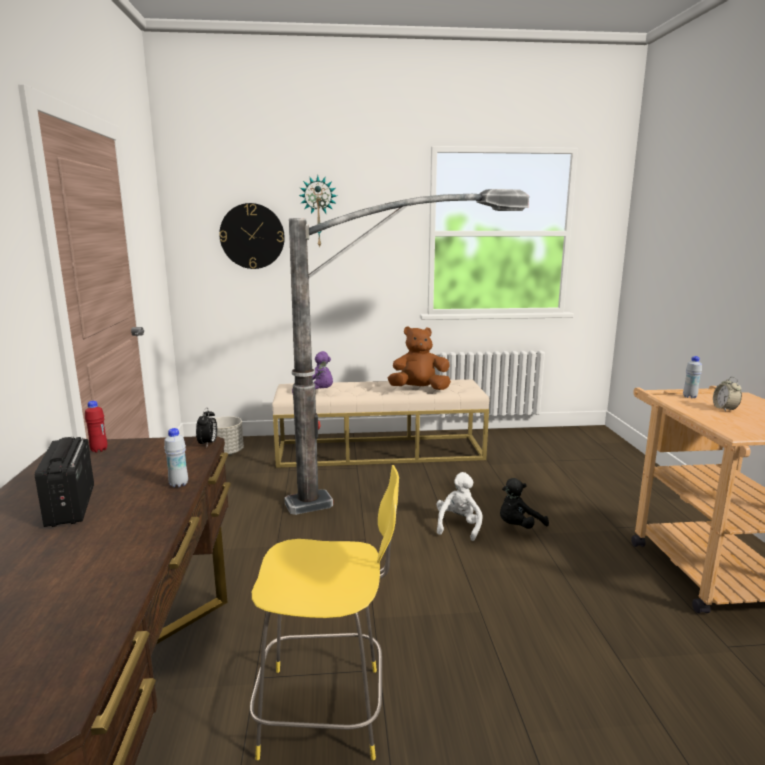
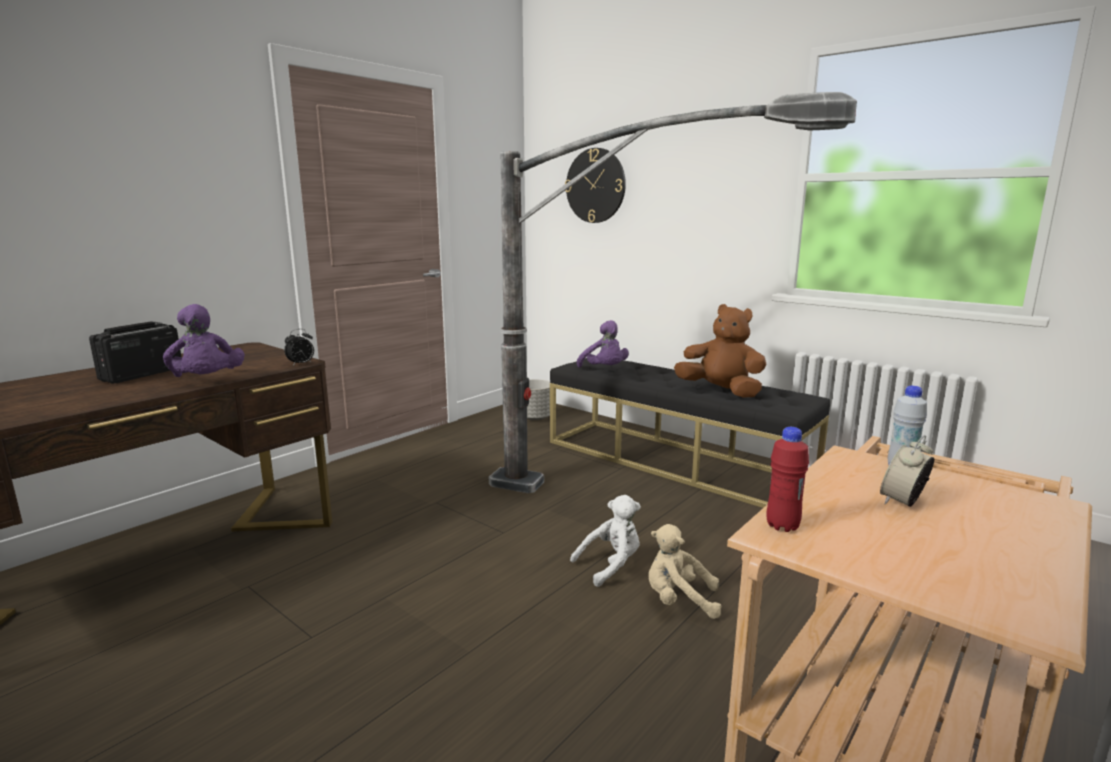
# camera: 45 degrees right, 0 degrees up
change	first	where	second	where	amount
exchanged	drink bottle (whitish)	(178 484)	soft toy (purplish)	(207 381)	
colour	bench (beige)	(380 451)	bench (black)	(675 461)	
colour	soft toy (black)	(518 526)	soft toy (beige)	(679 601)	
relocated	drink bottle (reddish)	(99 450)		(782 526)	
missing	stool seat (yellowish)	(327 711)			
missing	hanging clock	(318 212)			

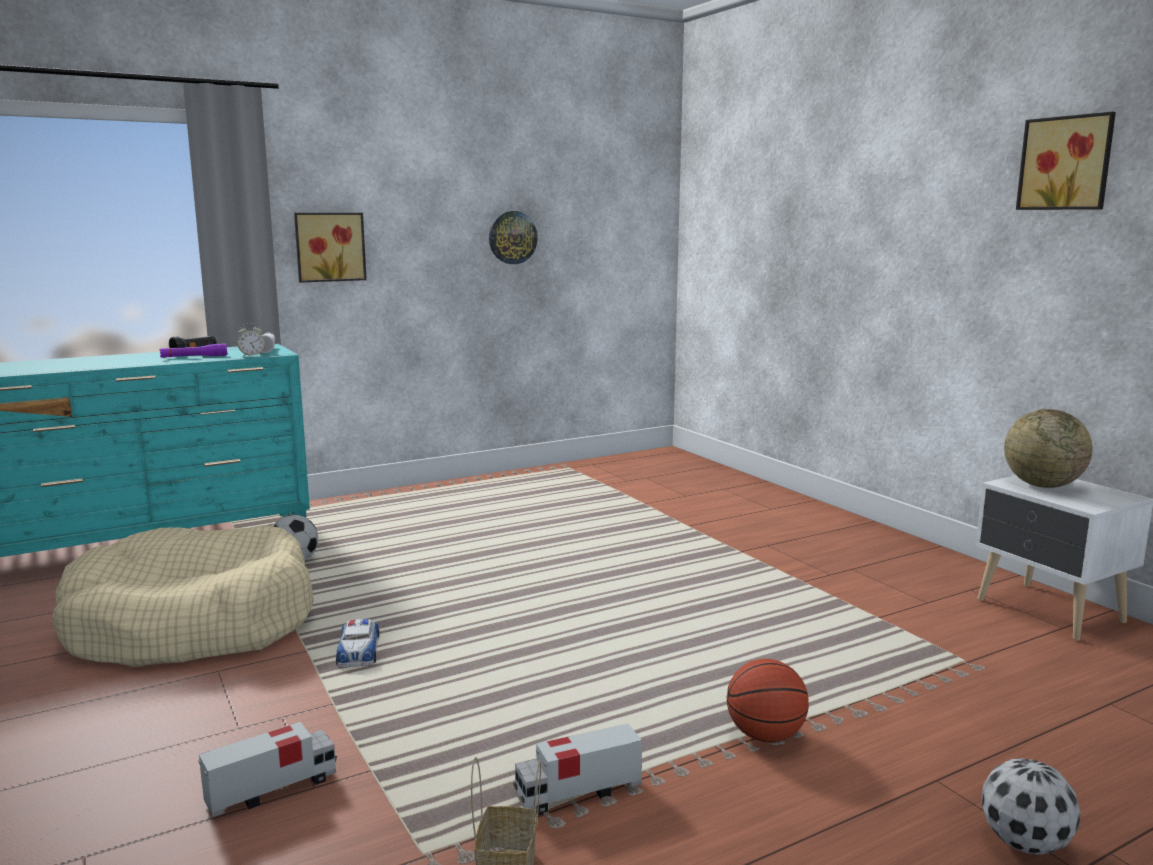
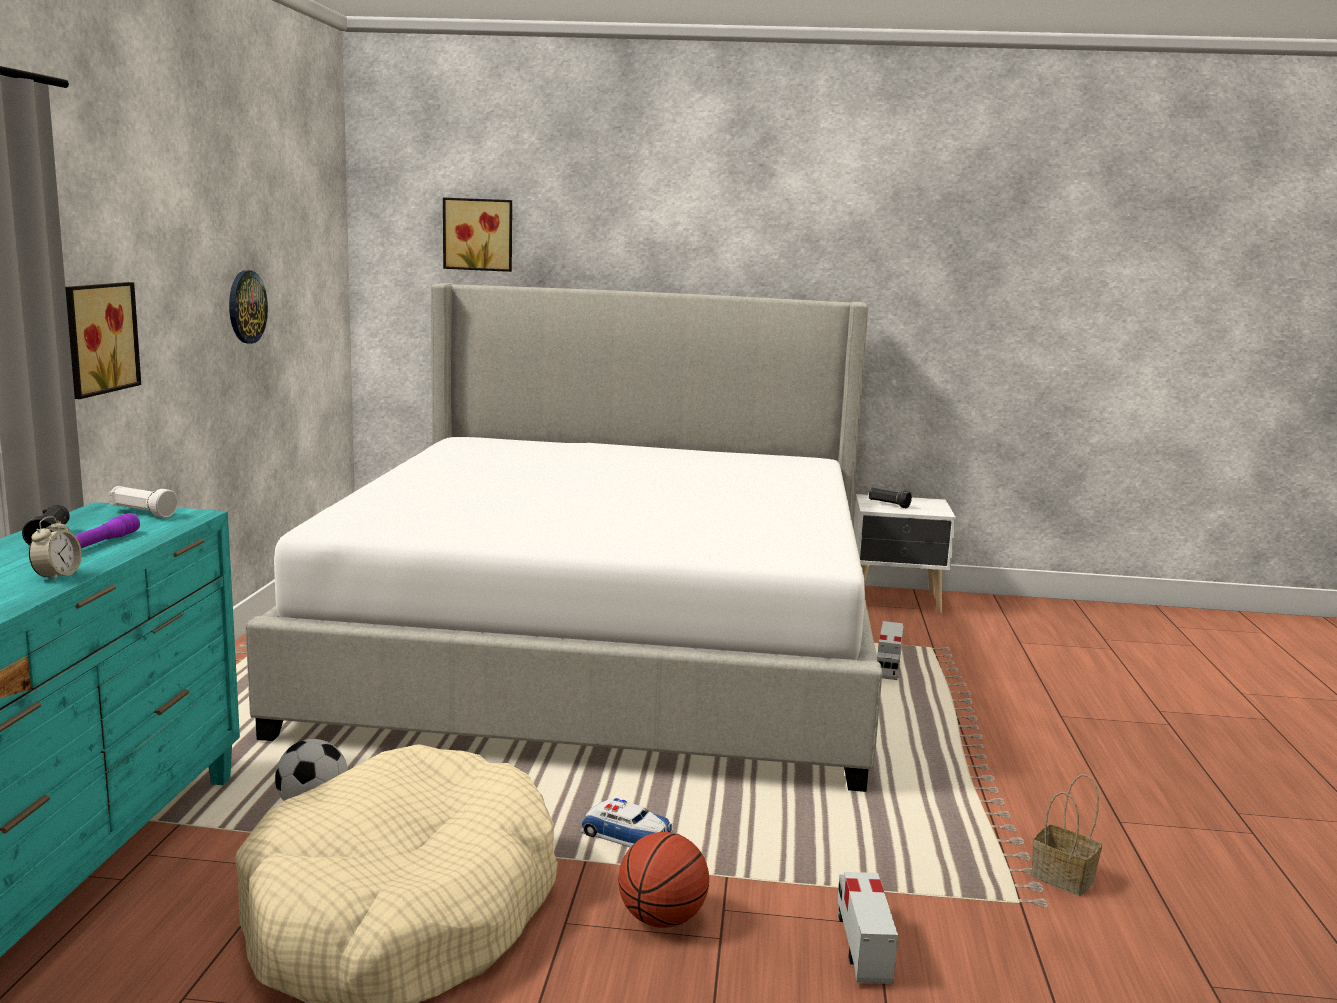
# camera: 55 degrees left, 0 degrees up
change	first	where	second	where	amount
relocated	alarm clock	(252 356)		(57 576)	
appeared			bed	(606 649)	
relocated	wall picture	(1067 163)		(478 234)	
relocated	ball for basketball	(765 735)		(661 919)	
exchanged	globe	(1042 485)	flashlight (black)	(888 505)	
relocated	toy truck	(577 794)		(888 668)	
missing	football	(1026 844)			

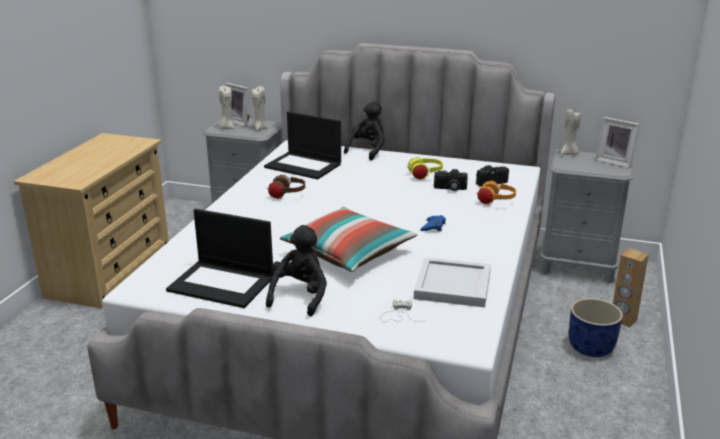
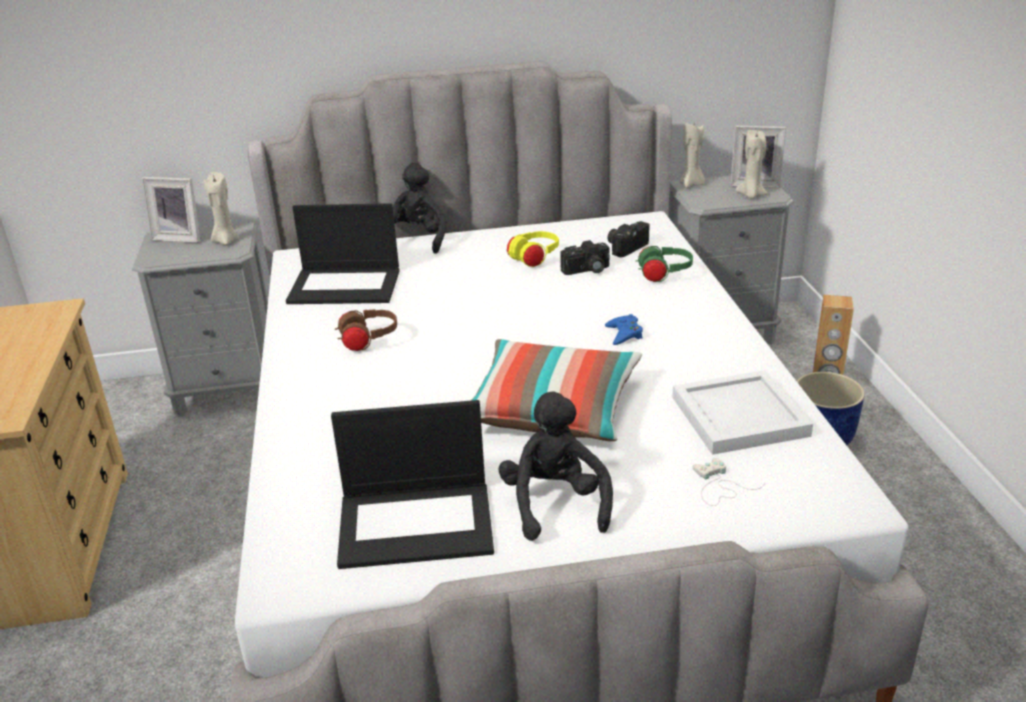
# camera: 25 degrees left, 5 degrees up
change	first	where	second	where	amount
colour	pair of headphones (orangey)	(495 202)	pair of headphones (green)	(664 275)	
relocated	candle (beige)	(227 128)		(751 195)	

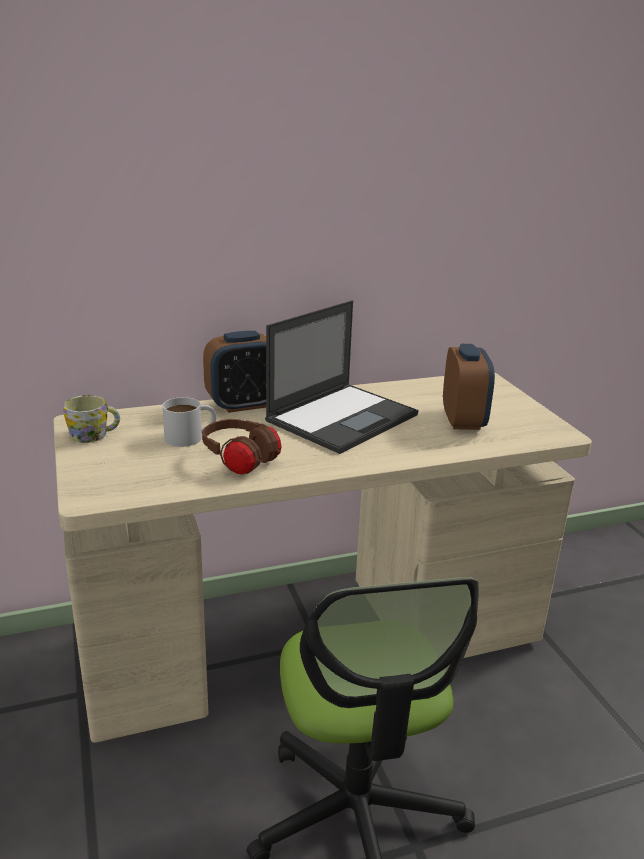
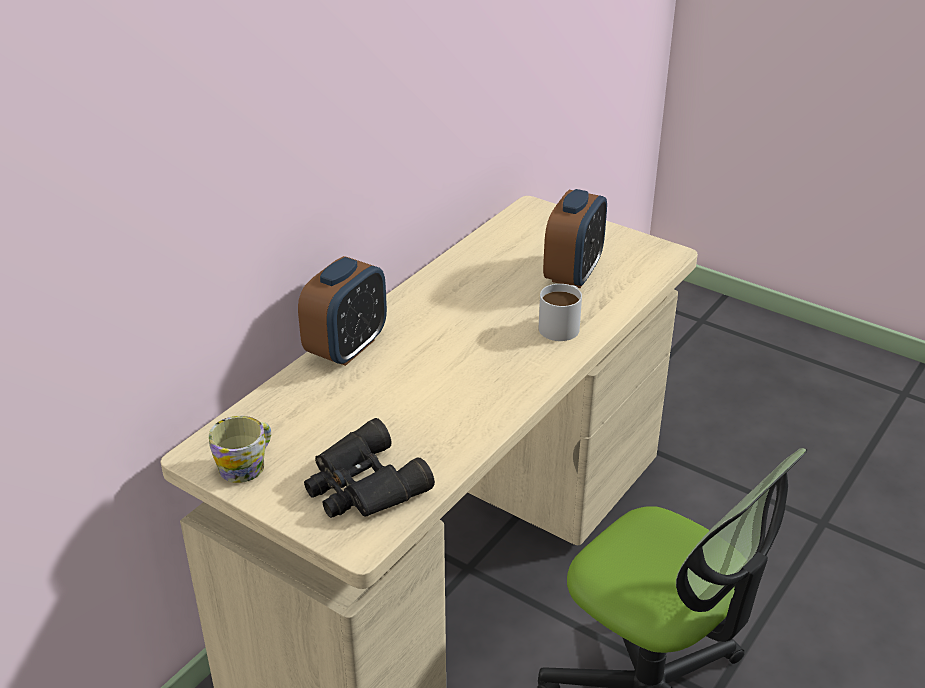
# camera: 35 degrees left, 10 degrees up
change	first	where	second	where	amount
appeared			field glasses (black)	(362 486)	
relocated	coffee mug (whitish)	(191 437)		(562 324)	
spun	alarm clock	(463 420)		(573 273)	60 degrees clockwise
missing	pair of headphones (brown-coloured)	(240 462)			
missing	notebook computer	(343 417)			

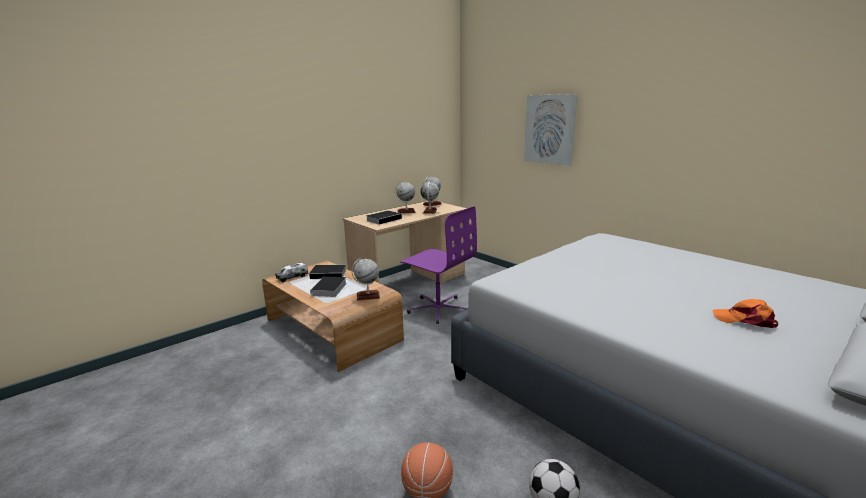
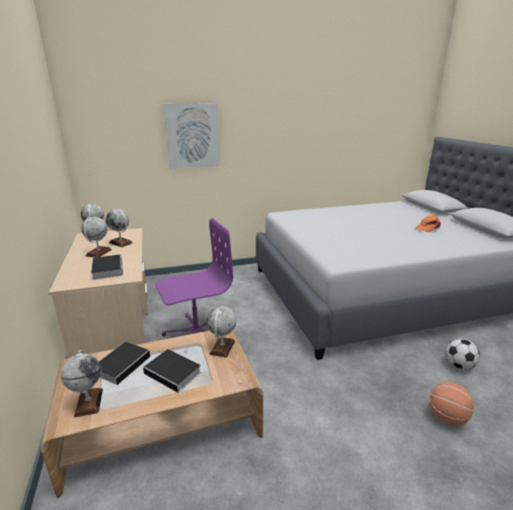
# camera: 65 degrees left, 5 degrees up
change	first	where	second	where	amount
exchanged	toy truck	(292 277)	globe	(88 402)	

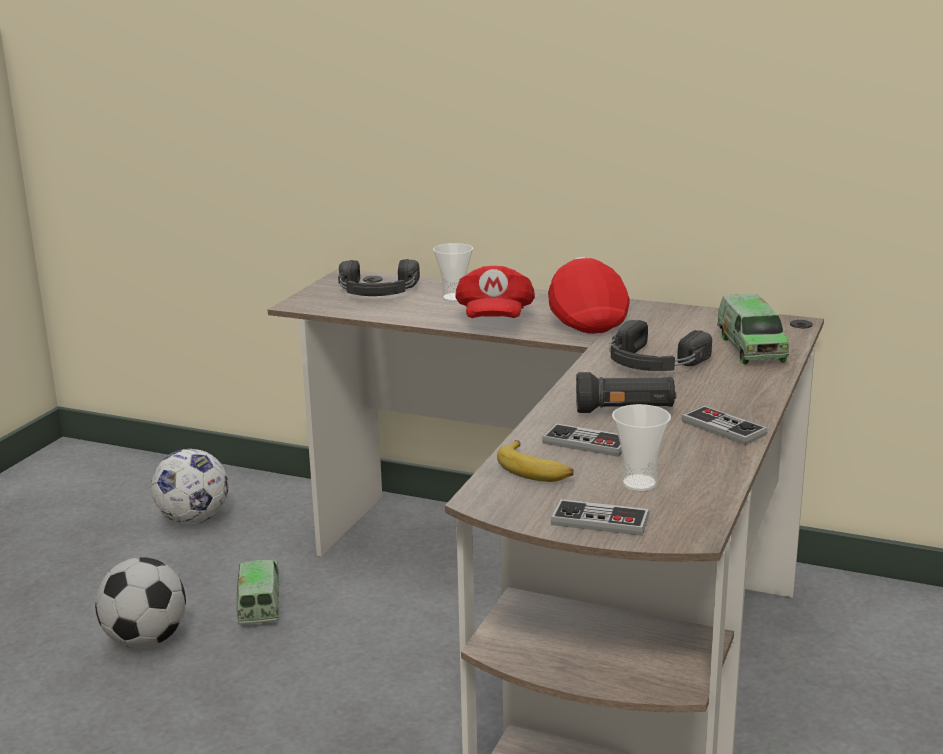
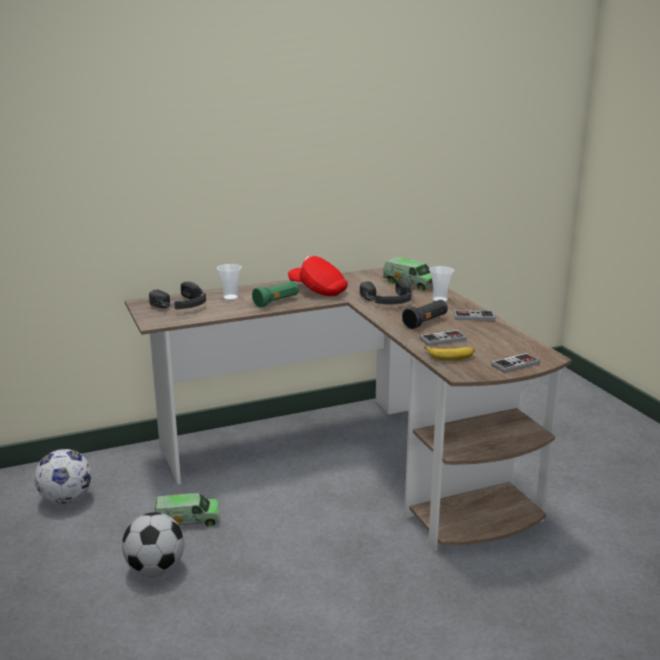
# camera: 45 degrees left, 0 degrees up
change	first	where	second	where	amount
spun	toy truck	(259 602)		(187 520)	135 degrees clockwise
exchanged	cap (reddish)	(494 319)	flashlight (green)	(276 302)	
relocated	drinking cup	(639 483)		(440 299)	

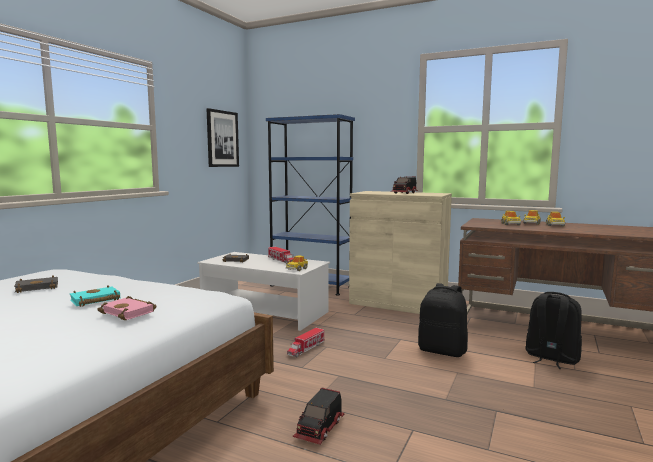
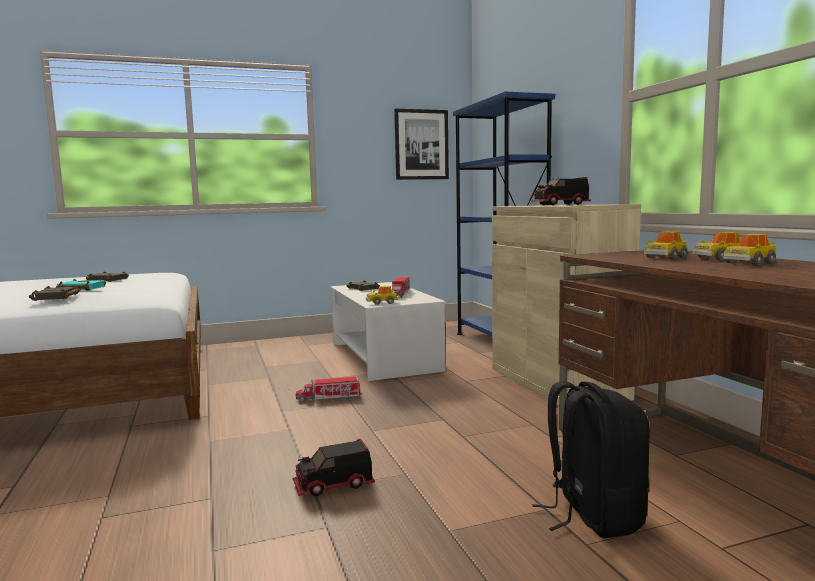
# camera: 45 degrees right, 0 degrees up
change	first	where	second	where	amount
colour	volume (pink)	(130 312)	volume (black)	(57 297)	
relocated	toy truck	(320 429)		(334 486)	
missing	rucksack (black)	(442 351)			

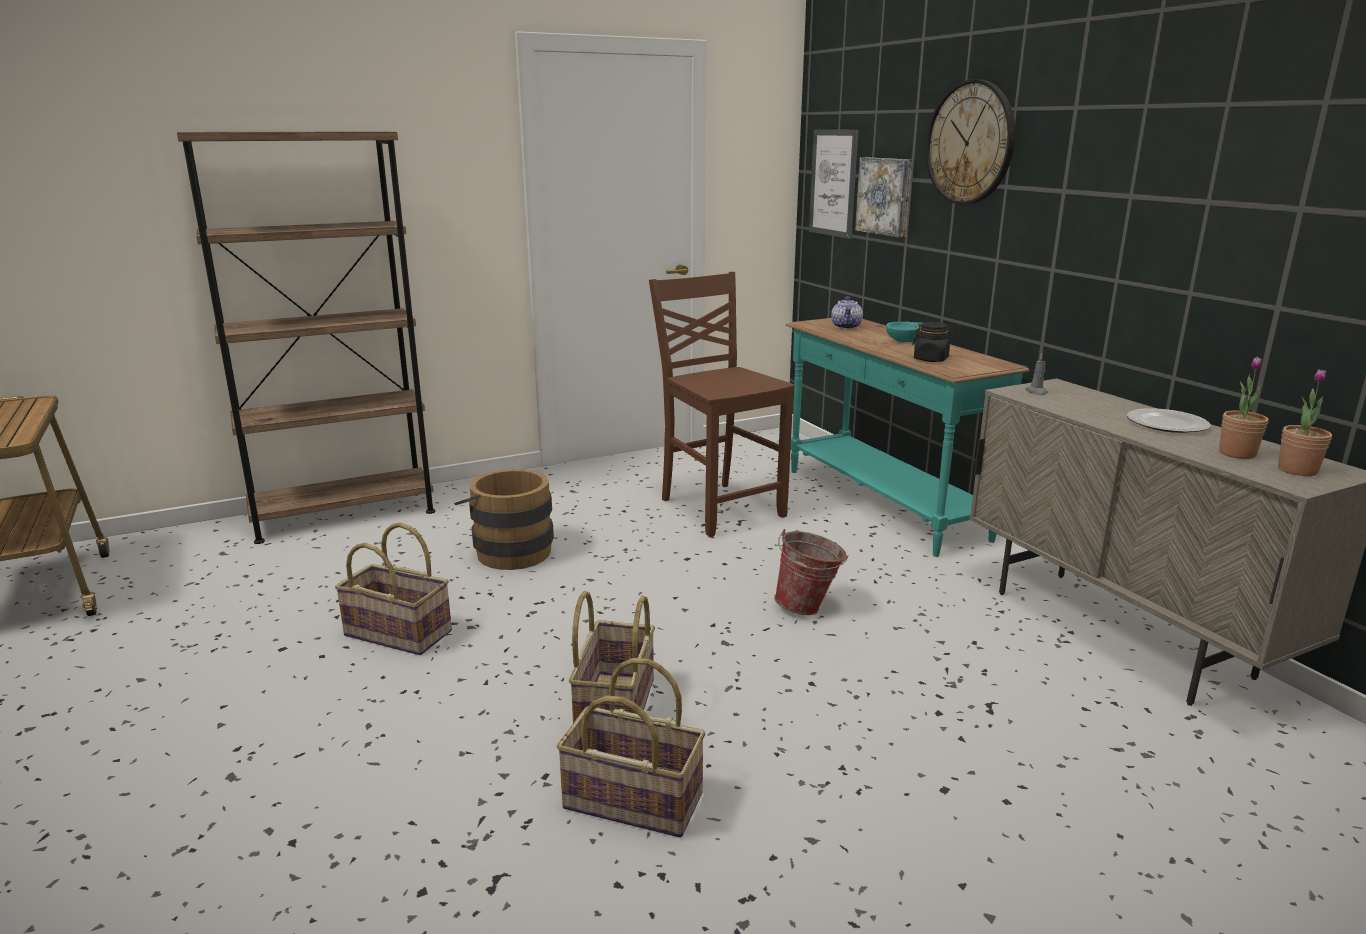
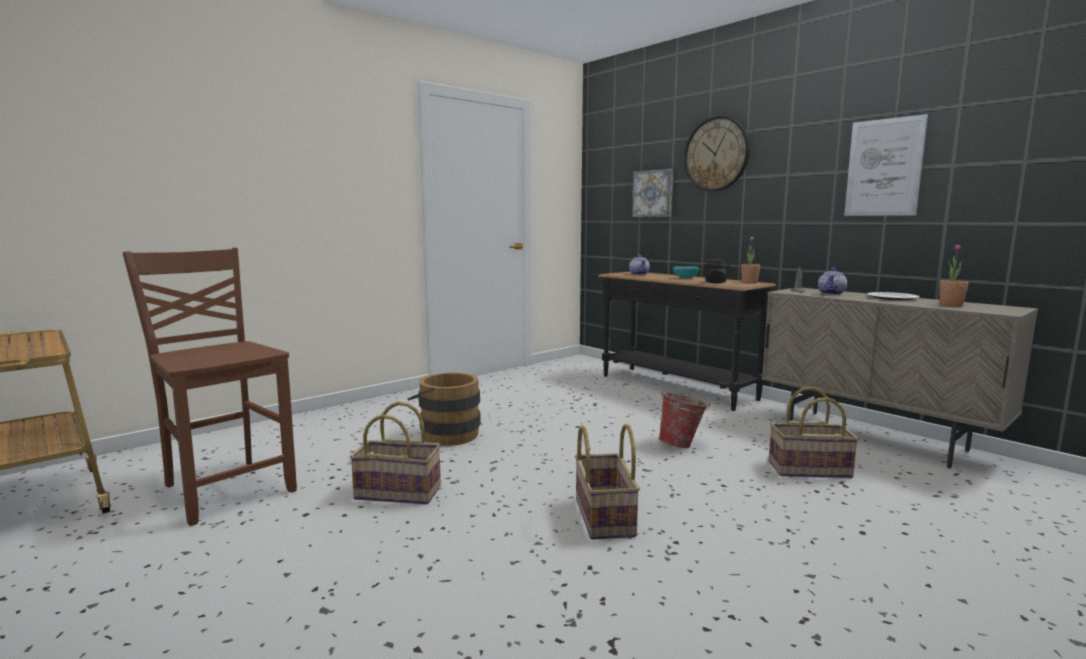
# camera: 15 degrees left, 10 degrees down
change	first	where	second	where	amount
relocated	chair (brown-coloured)	(719 507)		(227 488)	
colour	hall table (turquoise)	(881 504)	hall table (black)	(675 387)	
relocated	plant in a pot	(1297 470)		(749 282)	
relocated	storage basket	(631 802)		(809 470)	
appeared			tea pot	(832 293)	
relocated	wall picture	(833 183)		(884 167)	
missing	bookcase (brown-coloured)	(343 514)			

